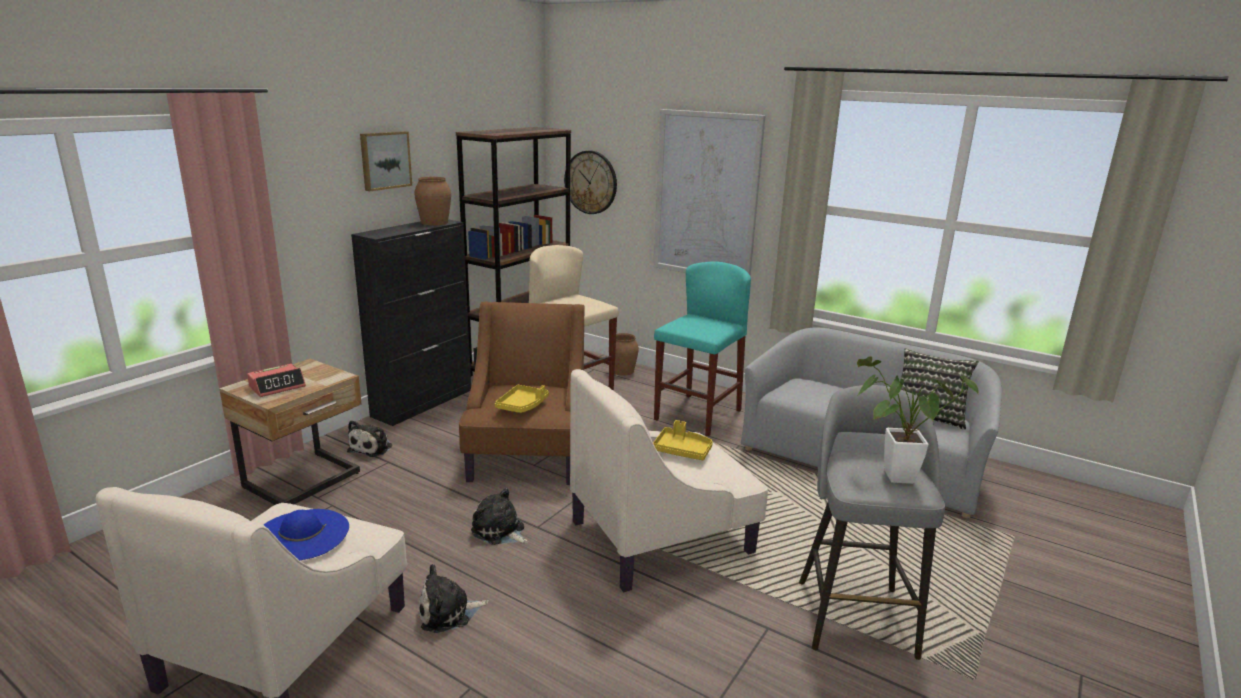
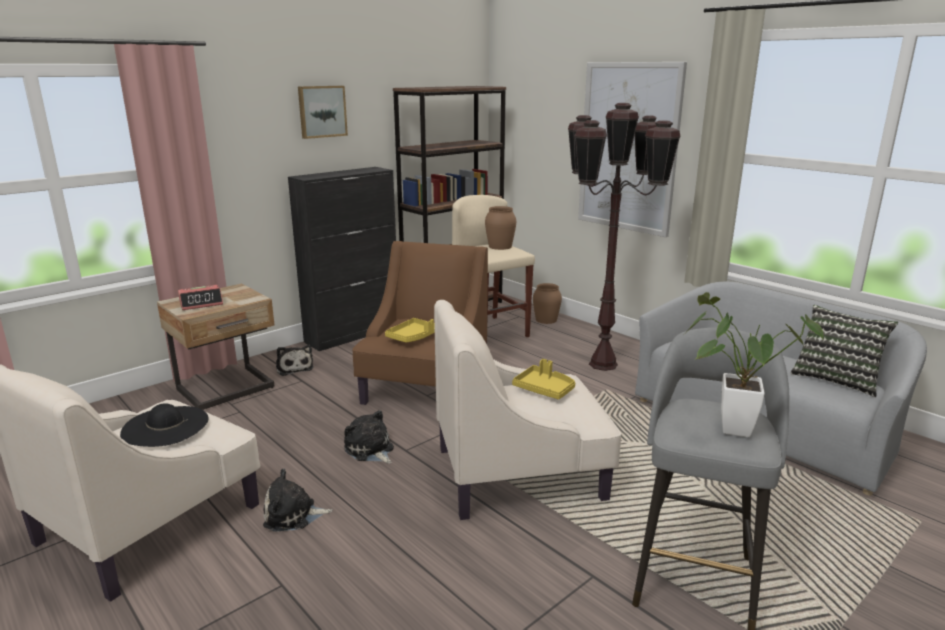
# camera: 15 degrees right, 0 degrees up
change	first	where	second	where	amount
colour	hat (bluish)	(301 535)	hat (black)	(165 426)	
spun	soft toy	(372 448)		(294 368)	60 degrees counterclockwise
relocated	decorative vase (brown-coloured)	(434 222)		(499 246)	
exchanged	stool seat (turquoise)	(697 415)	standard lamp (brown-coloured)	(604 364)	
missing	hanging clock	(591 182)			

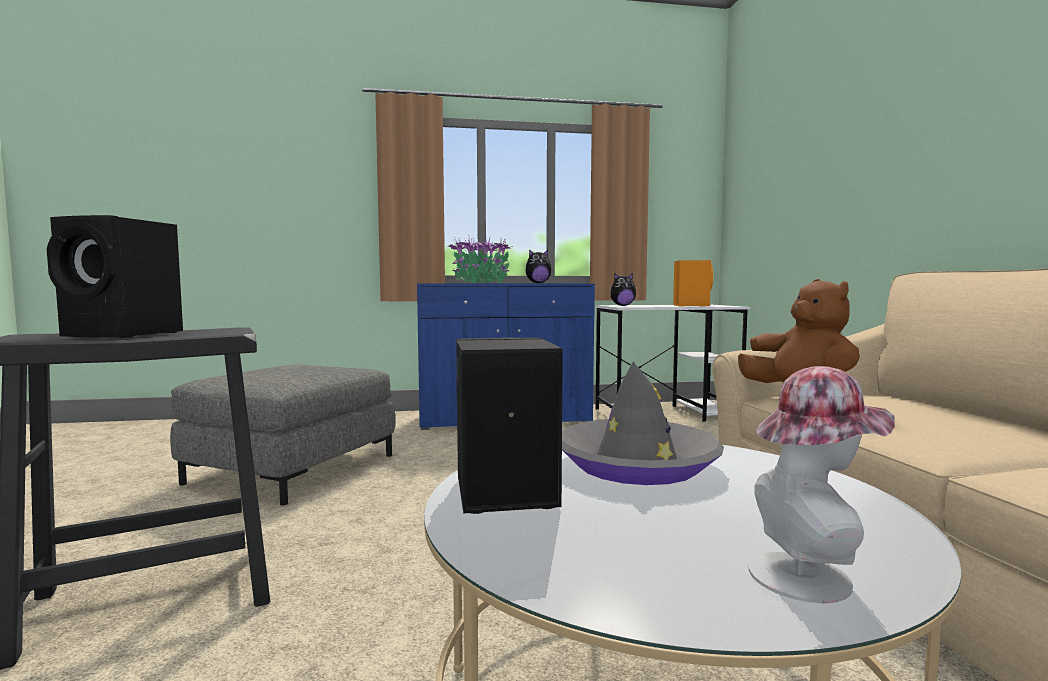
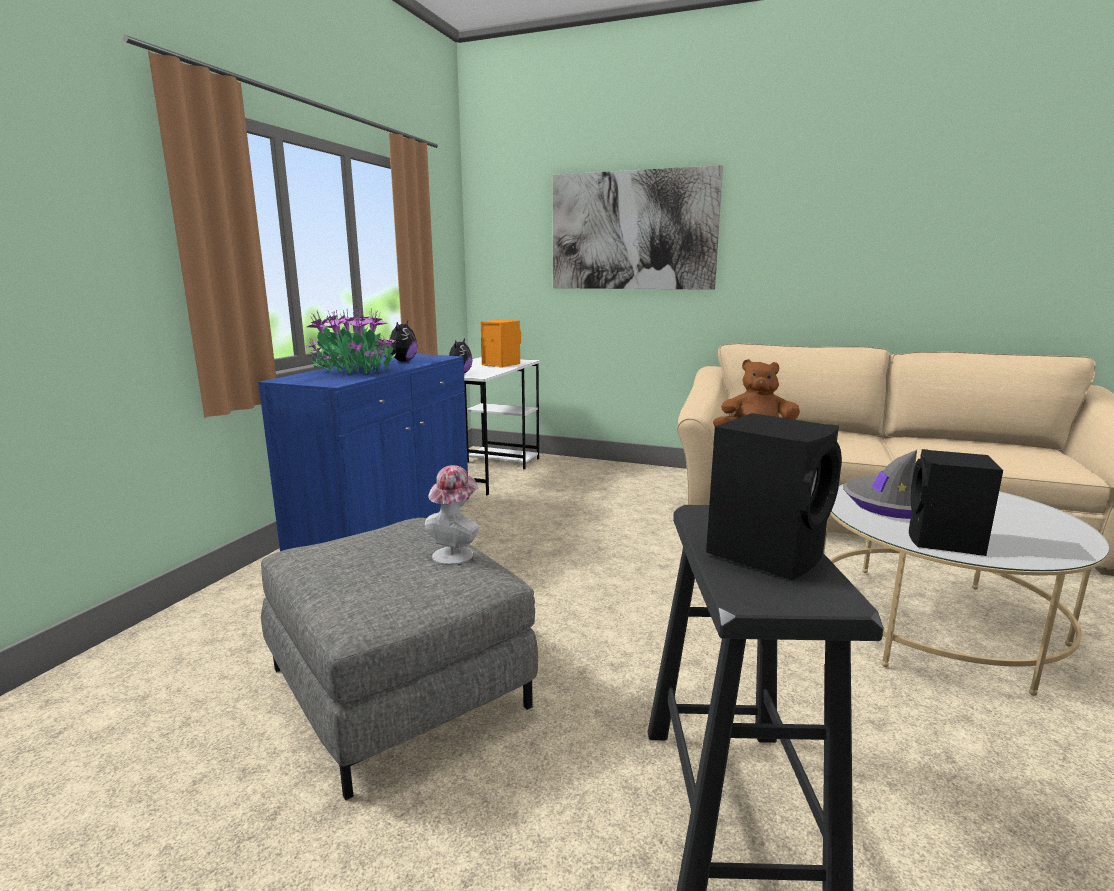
# camera: 60 degrees left, 10 degrees up
change	first	where	second	where	amount
relocated	hat	(811 575)		(455 553)	
appeared			wall picture	(633 231)	

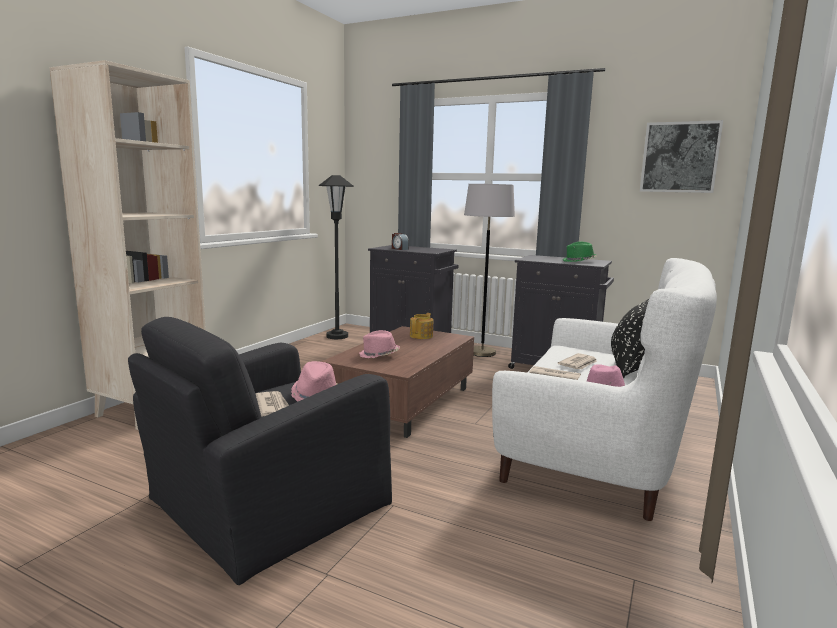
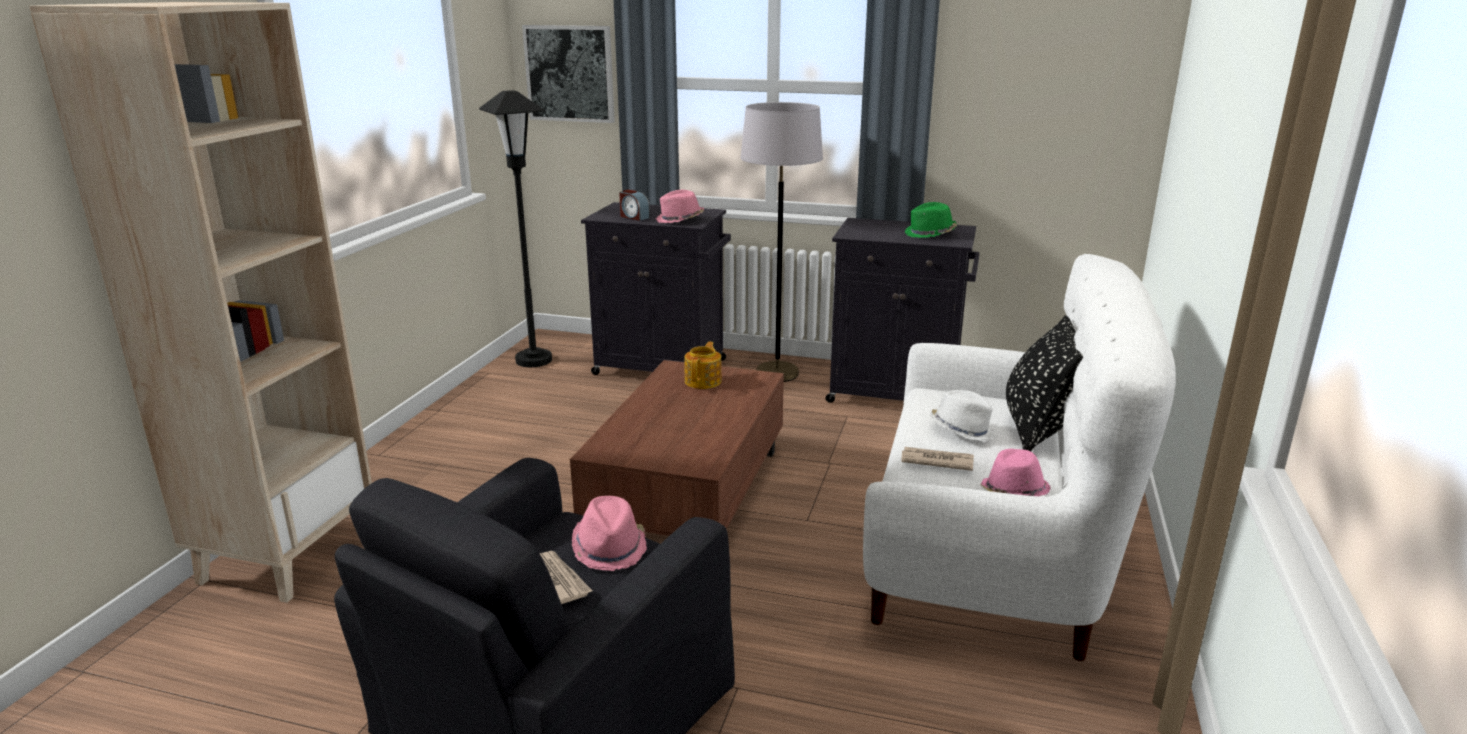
# camera: 10 degrees left, 10 degrees up
change	first	where	second	where	amount
relocated	wall picture	(679 157)		(570 73)	
relocated	hat (pink)	(379 355)		(680 220)	
exchanged	printed paper	(579 364)	hat (whitish)	(962 430)	

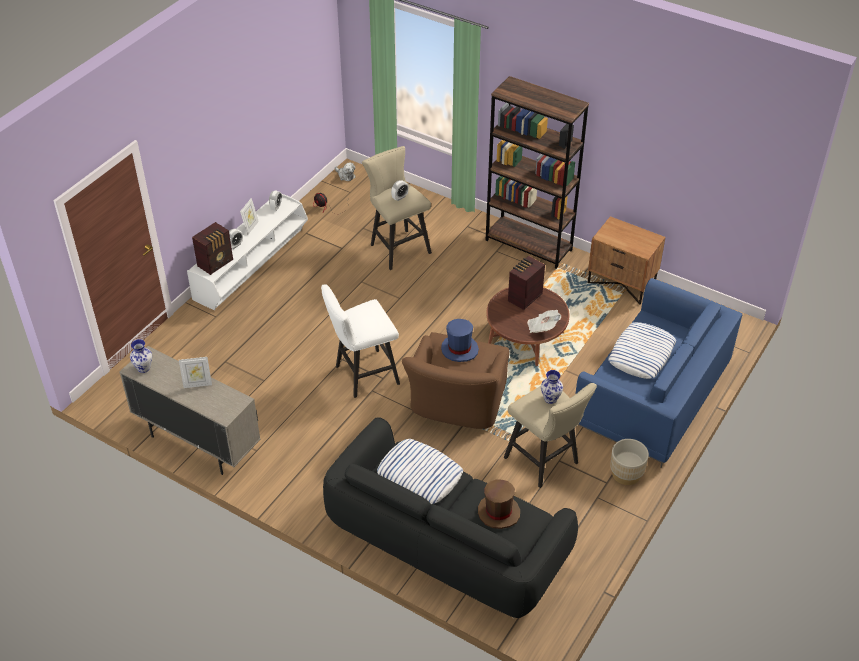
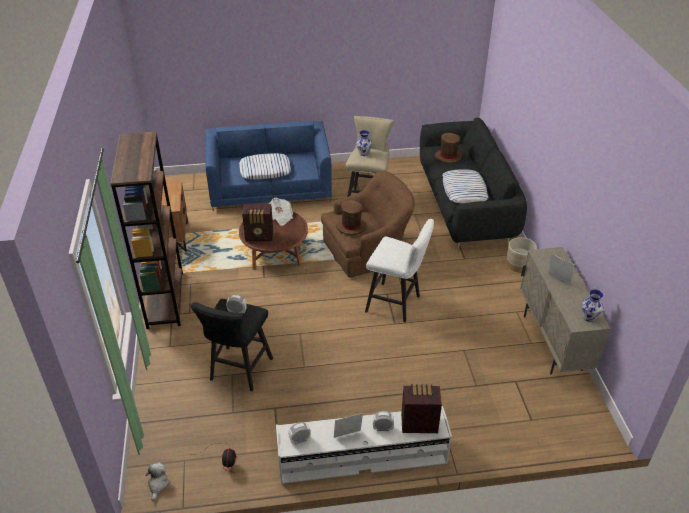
# camera: 130 degrees left, 5 degrees down
change	first	where	second	where	amount
colour	stool seat (beige)	(397 247)	stool seat (black)	(238 372)	
colour	hat (bluish)	(459 349)	hat (brown-coloured)	(351 227)	
relocated	planter (beige)	(626 474)		(518 265)	

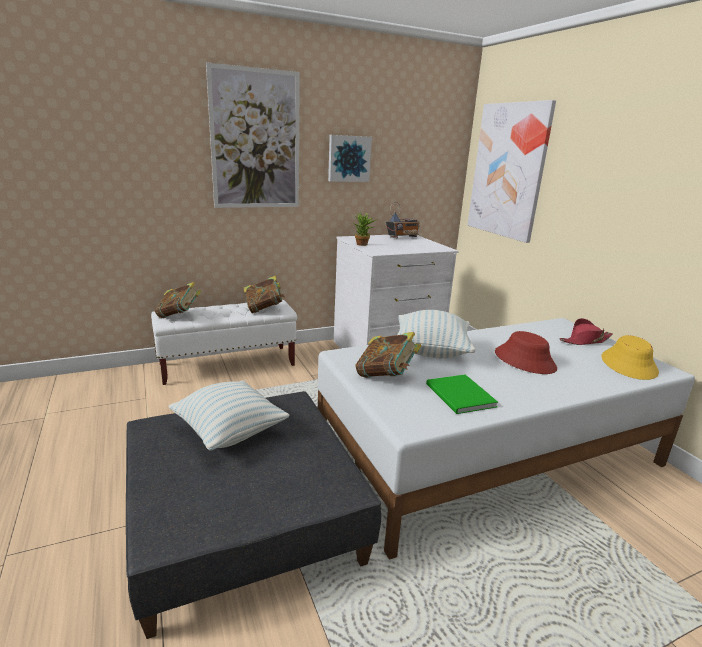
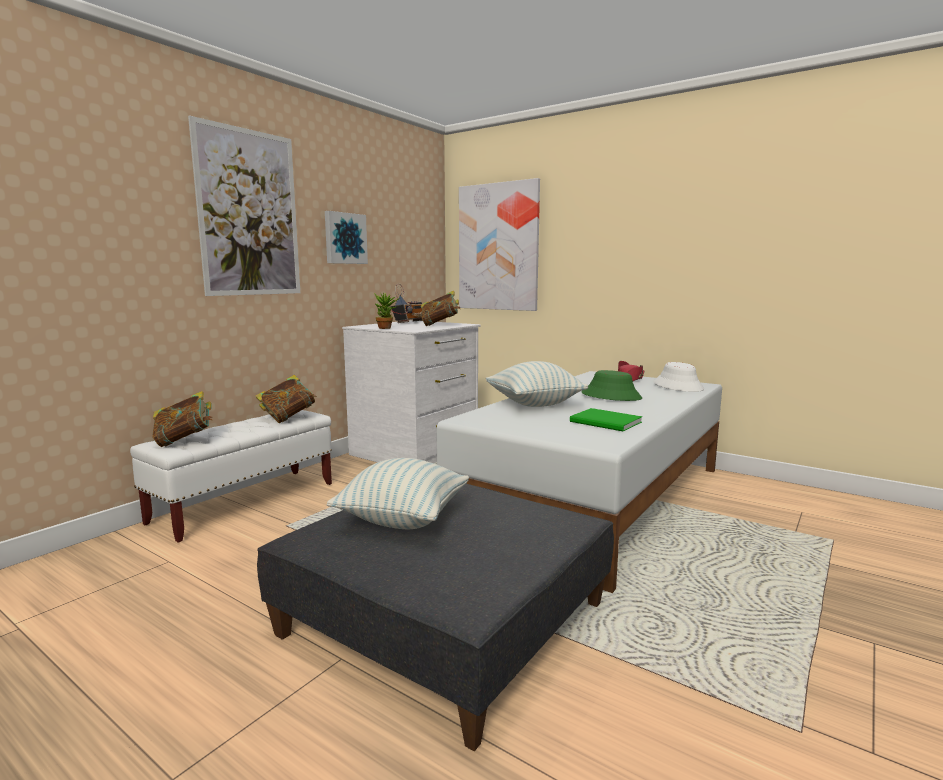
# camera: 30 degrees left, 10 degrees down
change	first	where	second	where	amount
relocated	volume	(386 376)		(440 325)	
colour	hat (reddish)	(525 360)	hat (green)	(611 396)	
colour	hat (yellowish)	(629 365)	hat (whitish)	(678 386)	

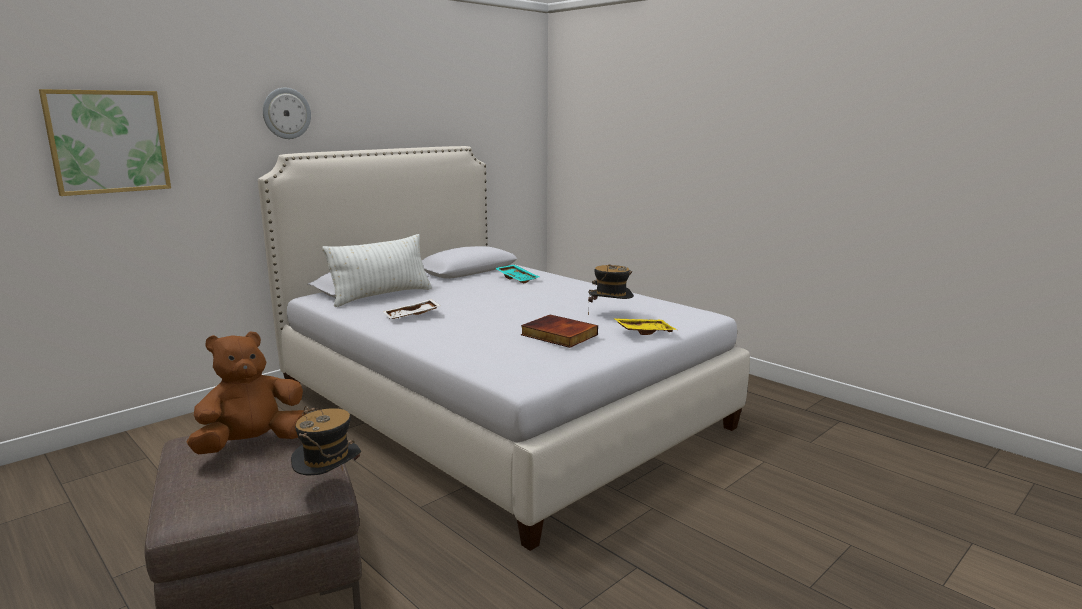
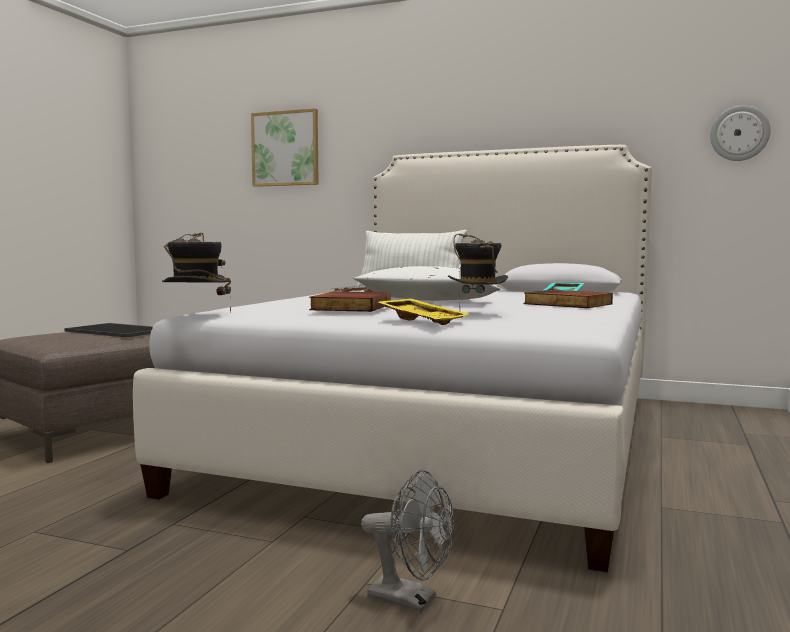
# camera: 65 degrees right, 10 degrees down
change	first	where	second	where	amount
exchanged	soft toy (brown-coloured)	(252 444)	tray	(119 331)	
relocated	hat	(329 488)		(197 314)	
appeared			cushion (whitish)	(428 300)	
appeared			electric fan (greyish)	(411 599)	
appeared			volume	(566 304)	
relocated	hanging clock	(286 113)		(739 133)	

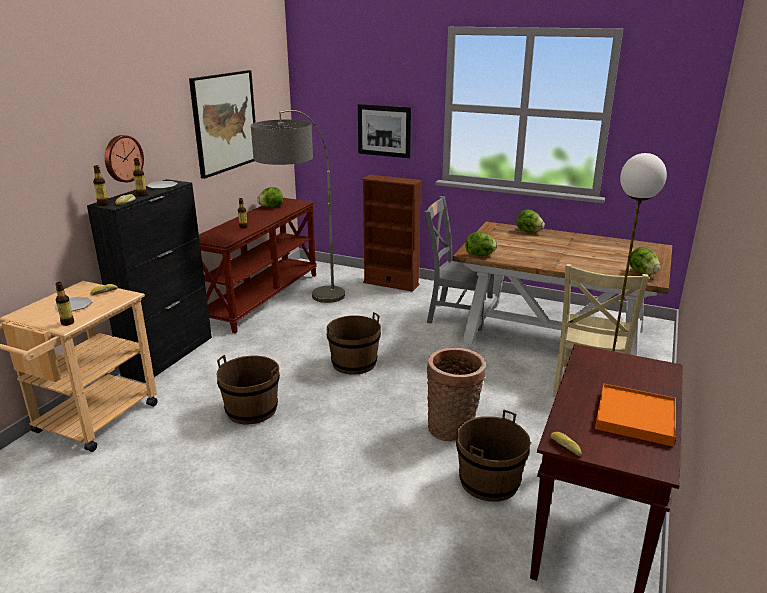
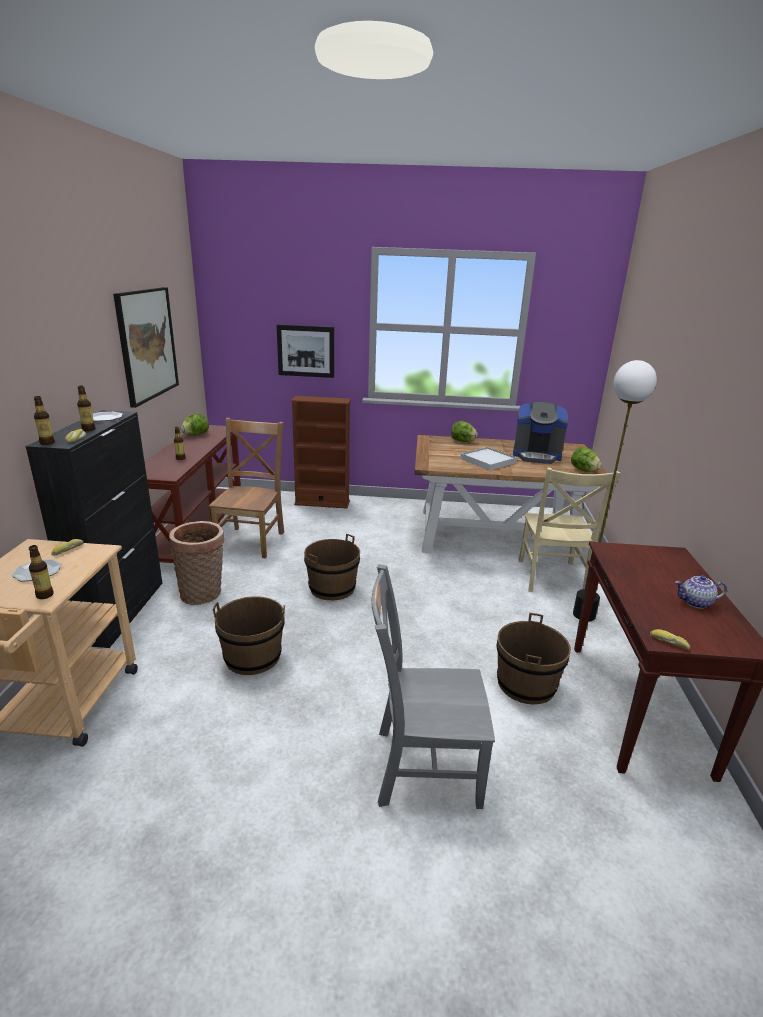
# camera: 20 degrees left, 0 degrees up
change	first	where	second	where	amount
relocated	storage basket	(453 429)		(203 594)	
exchanged	standard lamp	(306 311)	chair (brown-coloured)	(252 540)	
relocated	chair (greyish)	(456 315)		(421 767)	
appeared			tray (whitish)	(488 461)	
appeared			coffee brewer	(536 455)	
exchanged	tray (orangey)	(635 417)	tea pot	(695 603)	
missing	hanging clock	(122 158)			
missing	lettuce head	(480 255)			

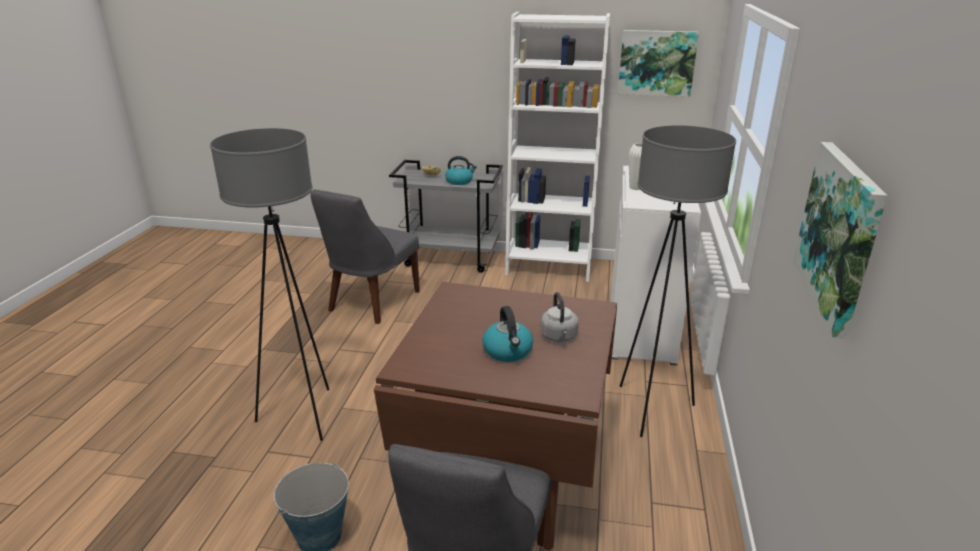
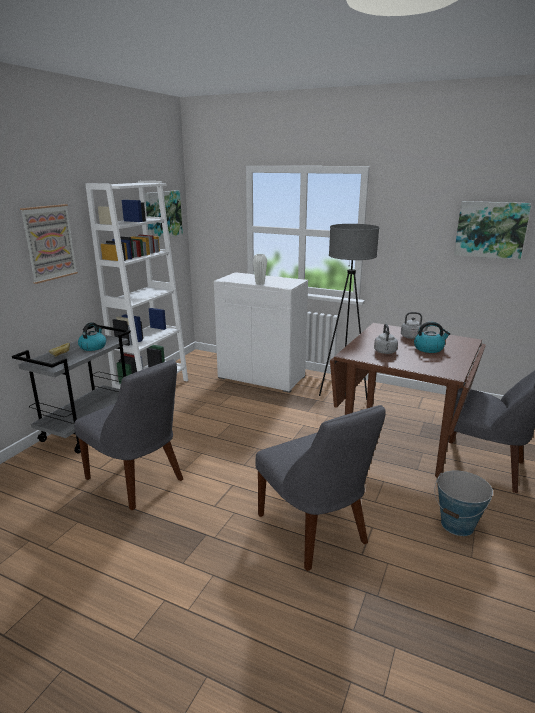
# camera: 75 degrees left, 5 degrees down
change	first	where	second	where	amount
appeared			wall picture	(49 243)	
exchanged	standard lamp (greyish)	(303 415)	chair (greyish)	(314 531)	
appeared			kettle (greyish)	(385 352)	

